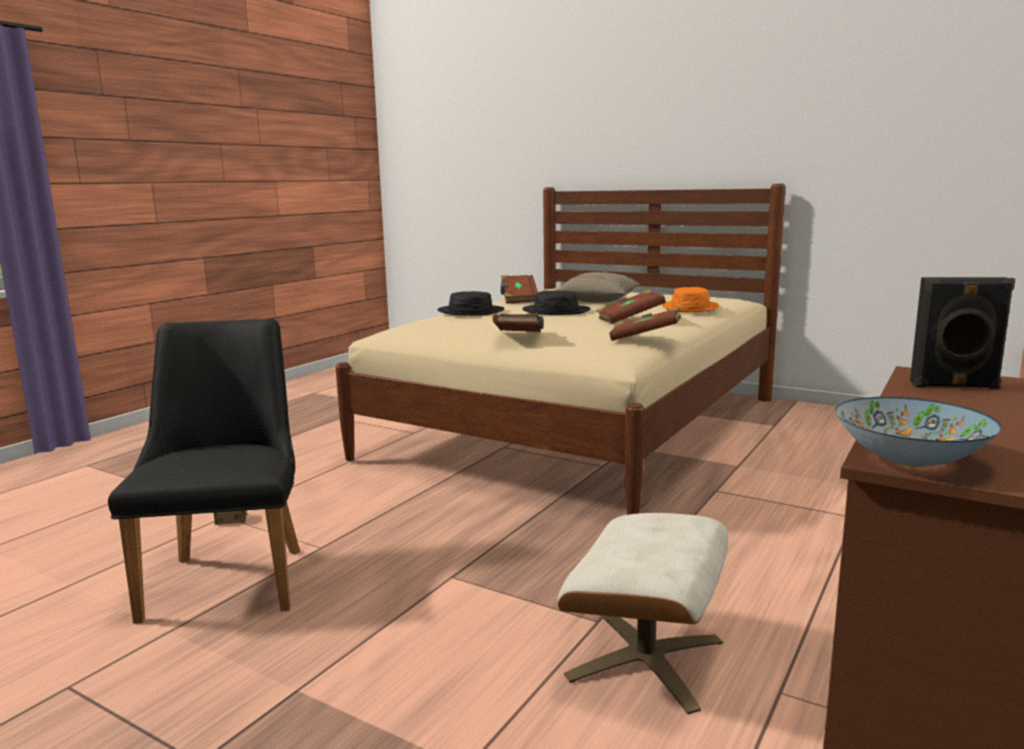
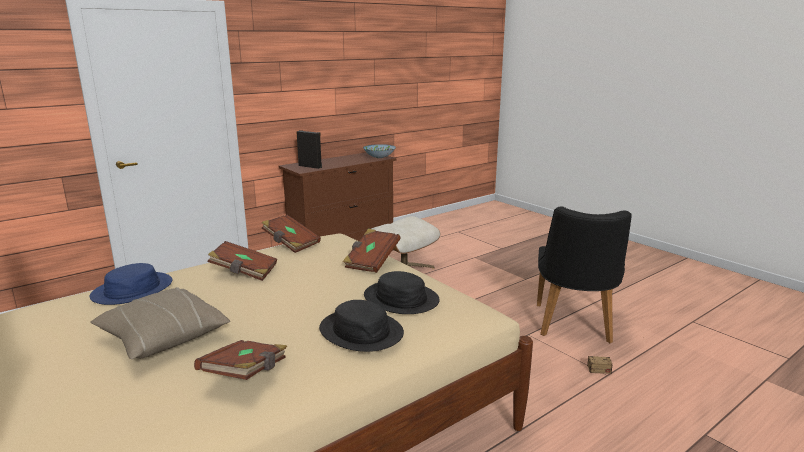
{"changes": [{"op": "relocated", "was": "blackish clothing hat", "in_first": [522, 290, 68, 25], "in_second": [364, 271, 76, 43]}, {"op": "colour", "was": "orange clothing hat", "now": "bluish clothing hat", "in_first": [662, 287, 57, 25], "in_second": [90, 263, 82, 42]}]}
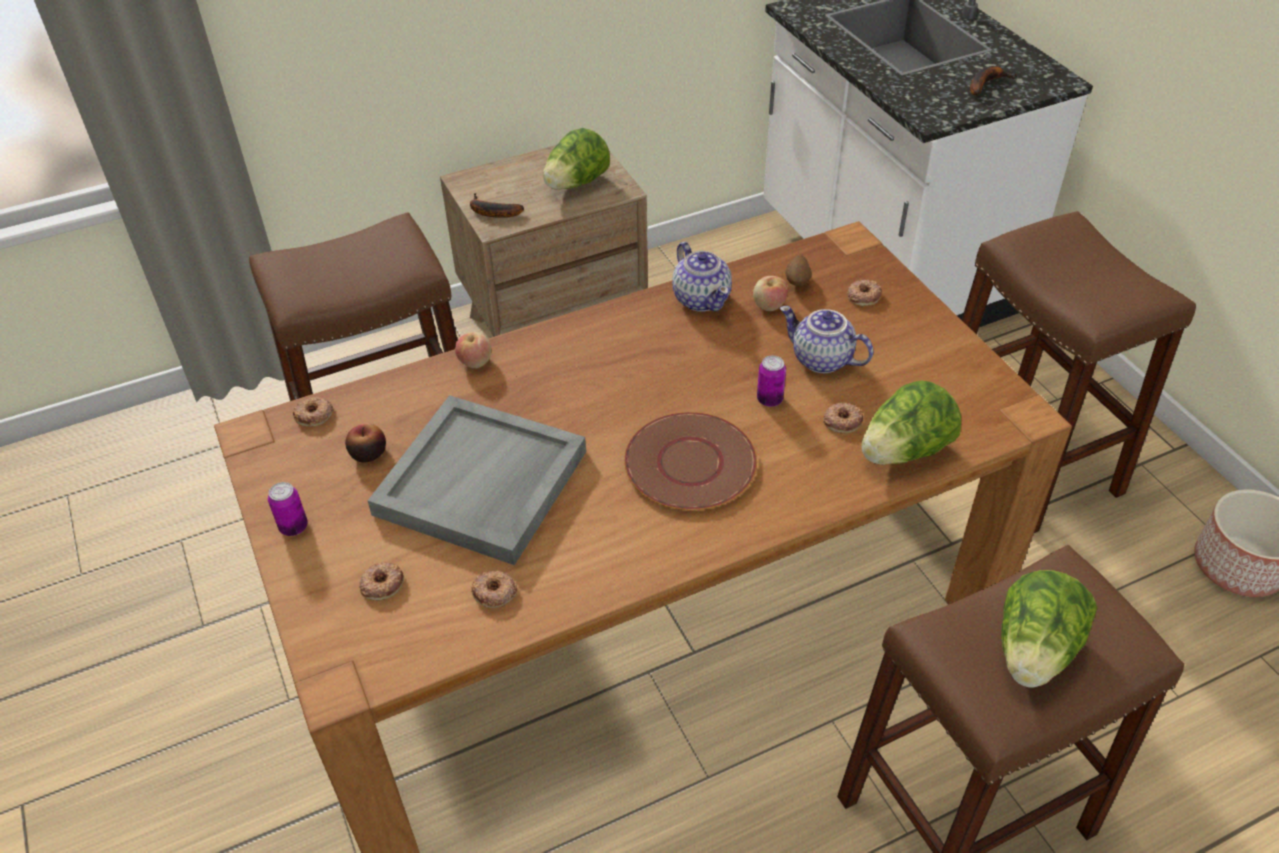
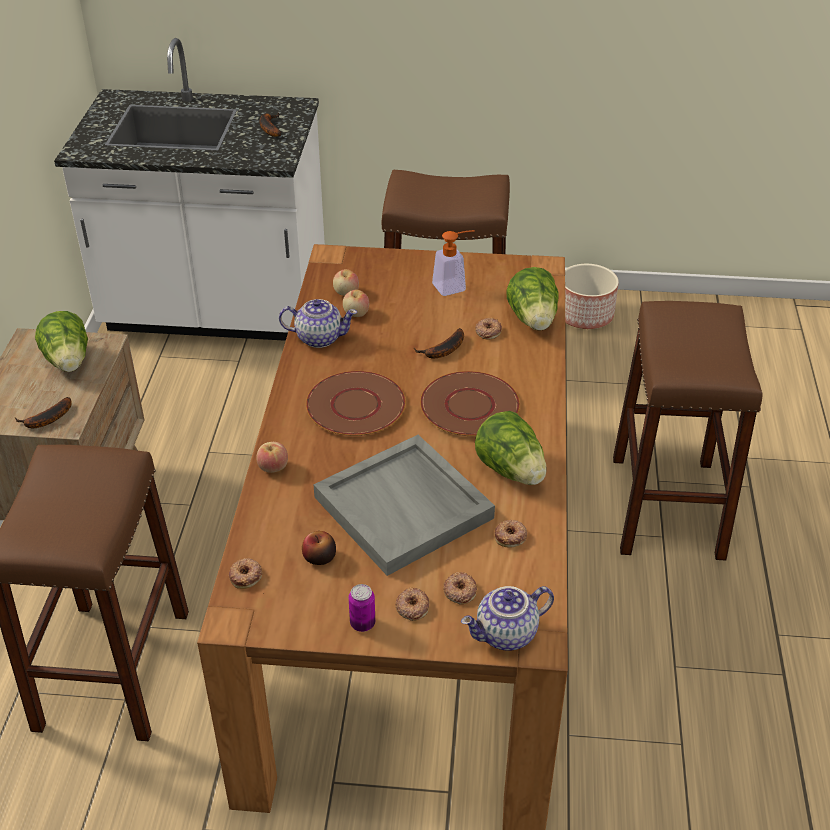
{"changes": [{"op": "appeared", "now": "brown-coloured flat dish", "in_second": [306, 371, 100, 65]}, {"op": "appeared", "now": "soap bottle", "in_second": [432, 230, 43, 66]}, {"op": "relocated", "was": "teapot", "in_first": [780, 306, 93, 67], "in_second": [461, 586, 93, 65]}, {"op": "relocated", "was": "ring doughnut", "in_first": [847, 280, 35, 26], "in_second": [395, 588, 34, 33]}, {"op": "relocated", "was": "lettuce", "in_first": [1001, 570, 96, 118], "in_second": [475, 411, 72, 74]}, {"op": "exchanged", "was": "can", "now": "whole banana", "in_first": [757, 356, 29, 51], "in_second": [414, 328, 50, 31]}, {"op": "exchanged", "was": "spud", "now": "whole apple", "in_first": [785, 255, 27, 31], "in_second": [333, 269, 26, 27]}]}
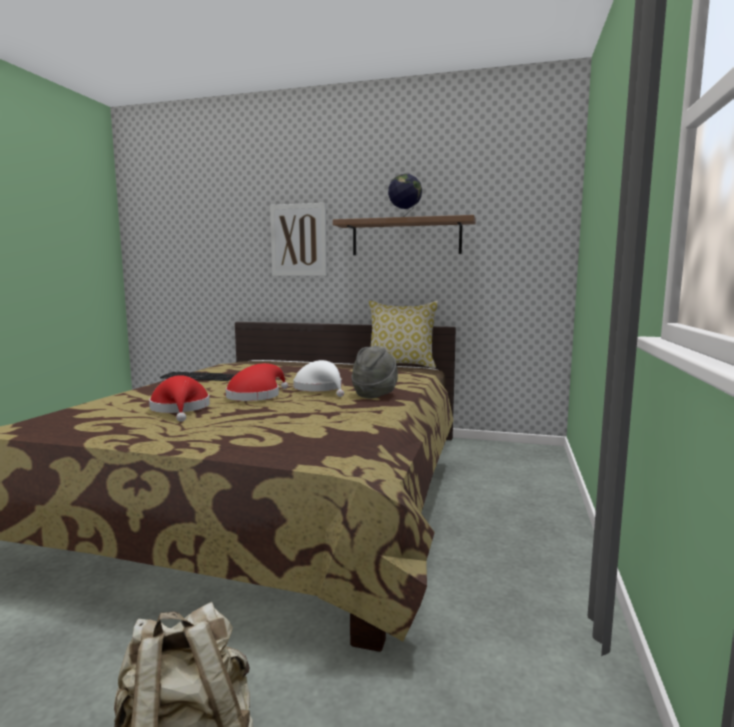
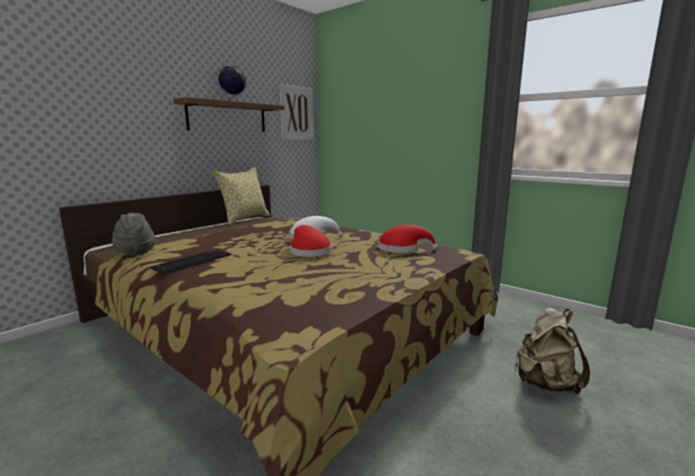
{"changes": [{"op": "relocated", "was": "red-coloured clothing hat", "in_first": [149, 375, 61, 47], "in_second": [378, 225, 60, 28]}, {"op": "relocated", "was": "wall art", "in_first": [270, 203, 57, 73], "in_second": [279, 84, 35, 56]}, {"op": "relocated", "was": "gray clothing hat", "in_first": [351, 346, 47, 52], "in_second": [112, 213, 43, 42]}]}
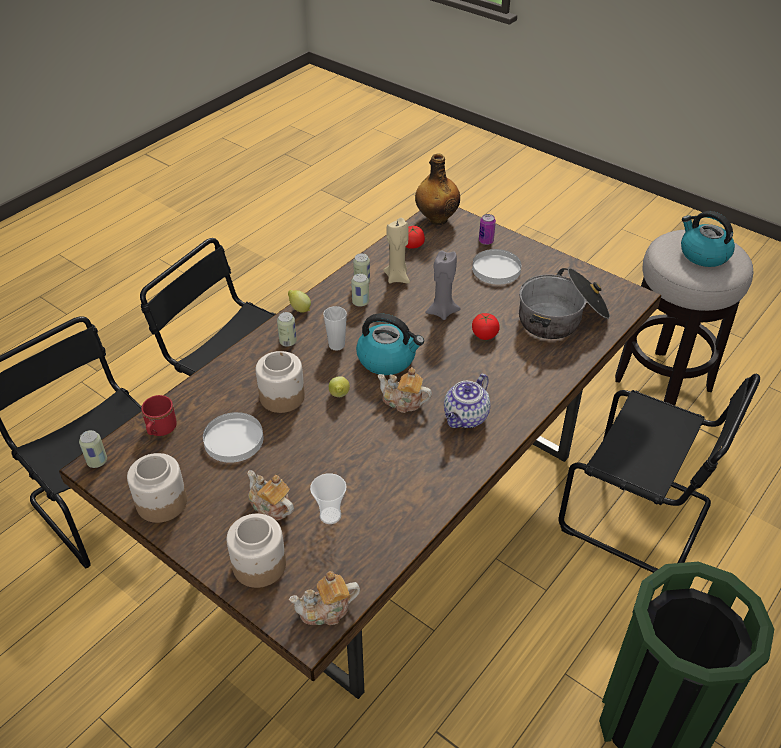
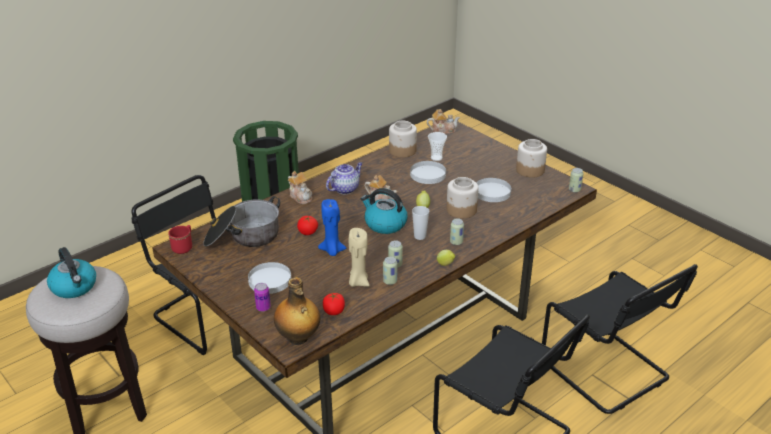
{"changes": [{"op": "appeared", "now": "white flat dish", "in_second": [410, 161, 36, 23]}, {"op": "relocated", "was": "red-coloured mug", "in_first": [141, 395, 36, 41], "in_second": [168, 225, 24, 29]}, {"op": "relocated", "was": "preserve jar", "in_first": [227, 514, 59, 74], "in_second": [389, 121, 28, 37]}, {"op": "relocated", "was": "teapot", "in_first": [247, 470, 47, 51], "in_second": [288, 171, 24, 33]}, {"op": "colour", "was": "gray wax light", "now": "bluish wax light", "in_first": [425, 251, 36, 69], "in_second": [318, 199, 28, 57]}]}
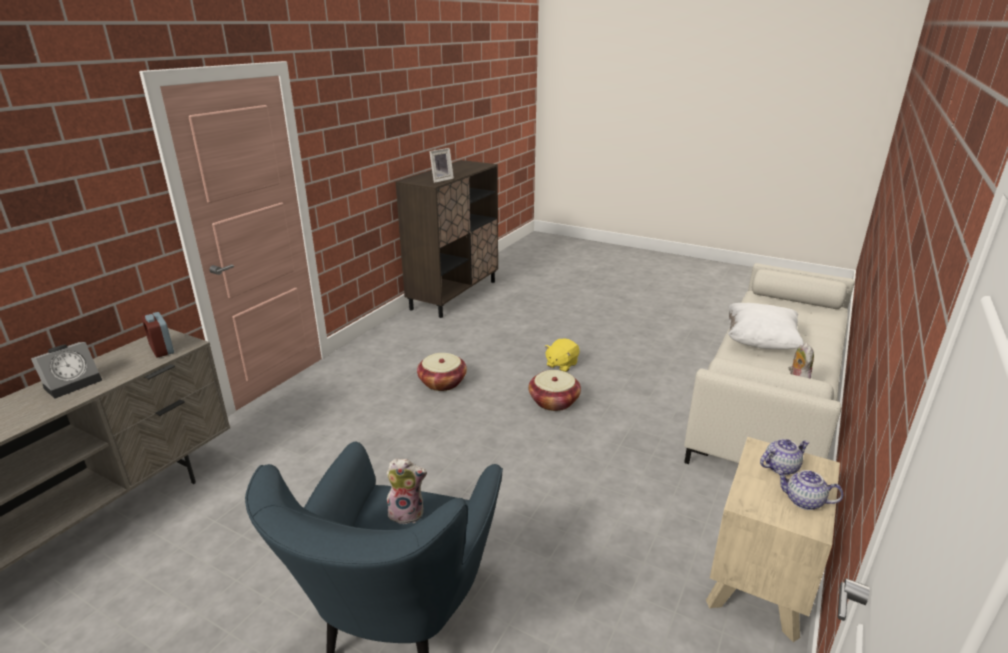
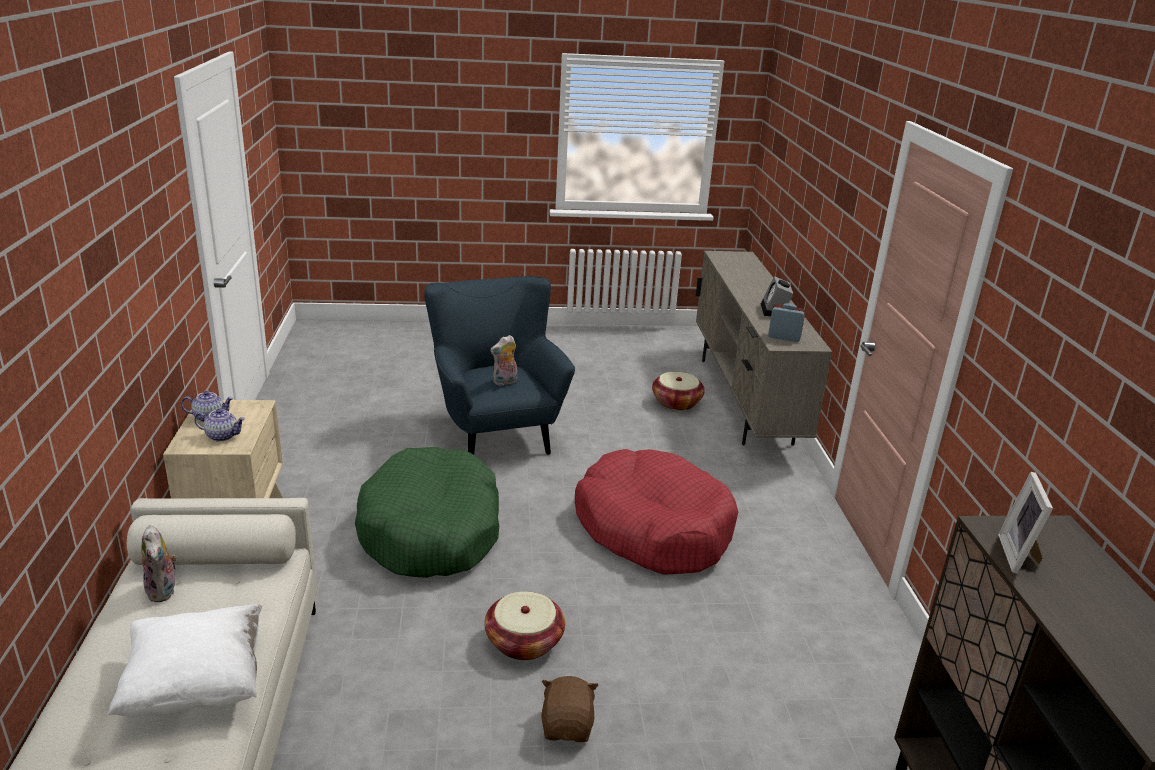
{"changes": [{"op": "appeared", "now": "green dog bed", "in_second": [355, 447, 144, 131]}, {"op": "appeared", "now": "red-coloured dog bed", "in_second": [575, 449, 163, 126]}, {"op": "relocated", "was": "basket", "in_first": [417, 353, 50, 38], "in_second": [652, 372, 53, 39]}, {"op": "colour", "was": "yellow-coloured plush toy", "now": "brown-coloured plush toy", "in_first": [545, 339, 35, 33], "in_second": [541, 676, 57, 66]}, {"op": "spun", "was": "teapot", "in_first": [760, 439, 50, 36], "in_second": [194, 409, 51, 33], "clockwise": -120}]}
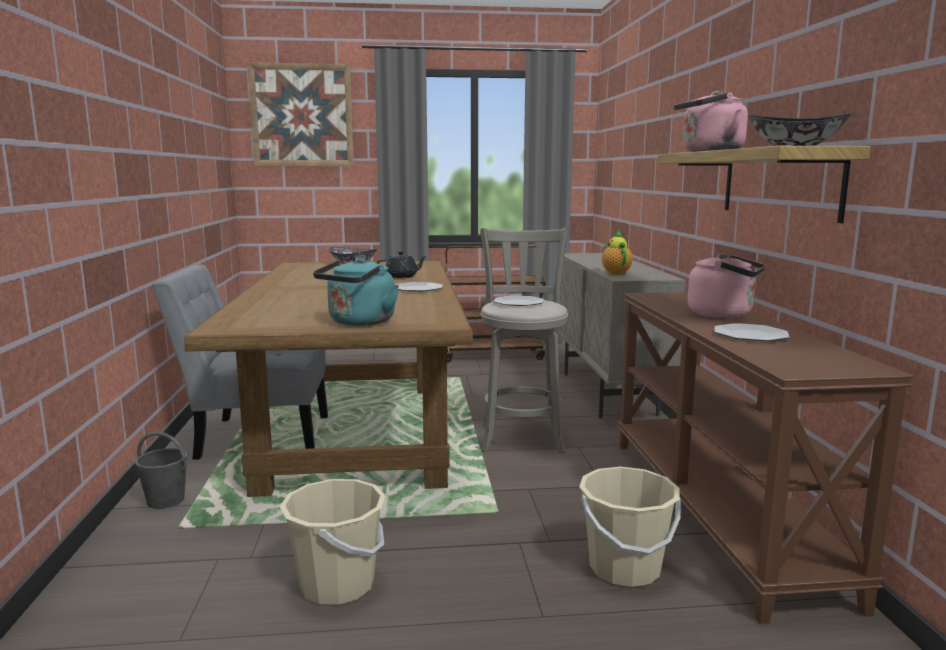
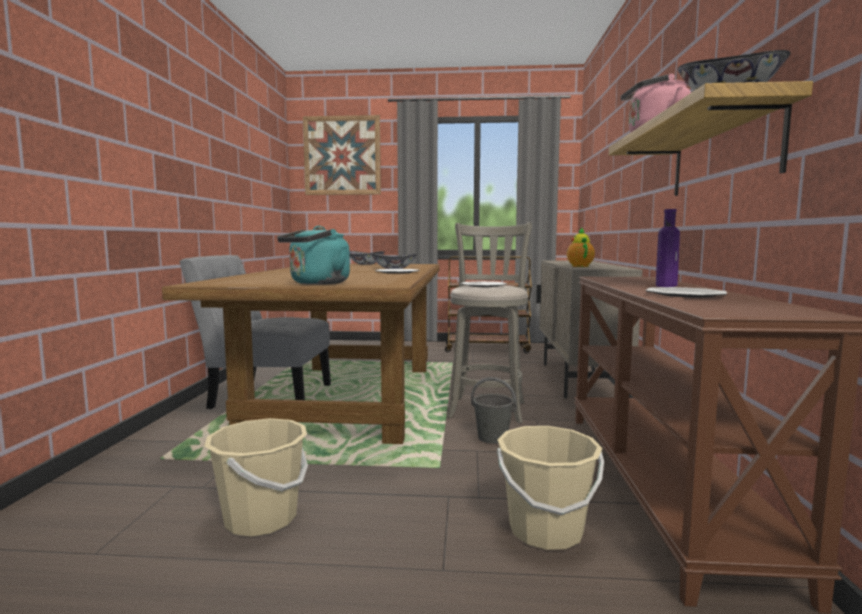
{"changes": [{"op": "relocated", "was": "gray pail", "in_first": [135, 431, 53, 78], "in_second": [471, 377, 46, 67]}, {"op": "exchanged", "was": "blackish teapot", "now": "deep dish", "in_first": [377, 251, 50, 27], "in_second": [370, 253, 48, 16]}, {"op": "exchanged", "was": "pink-coloured water kettle", "now": "purplish drink bottle", "in_first": [688, 254, 78, 64], "in_second": [656, 209, 24, 78]}]}
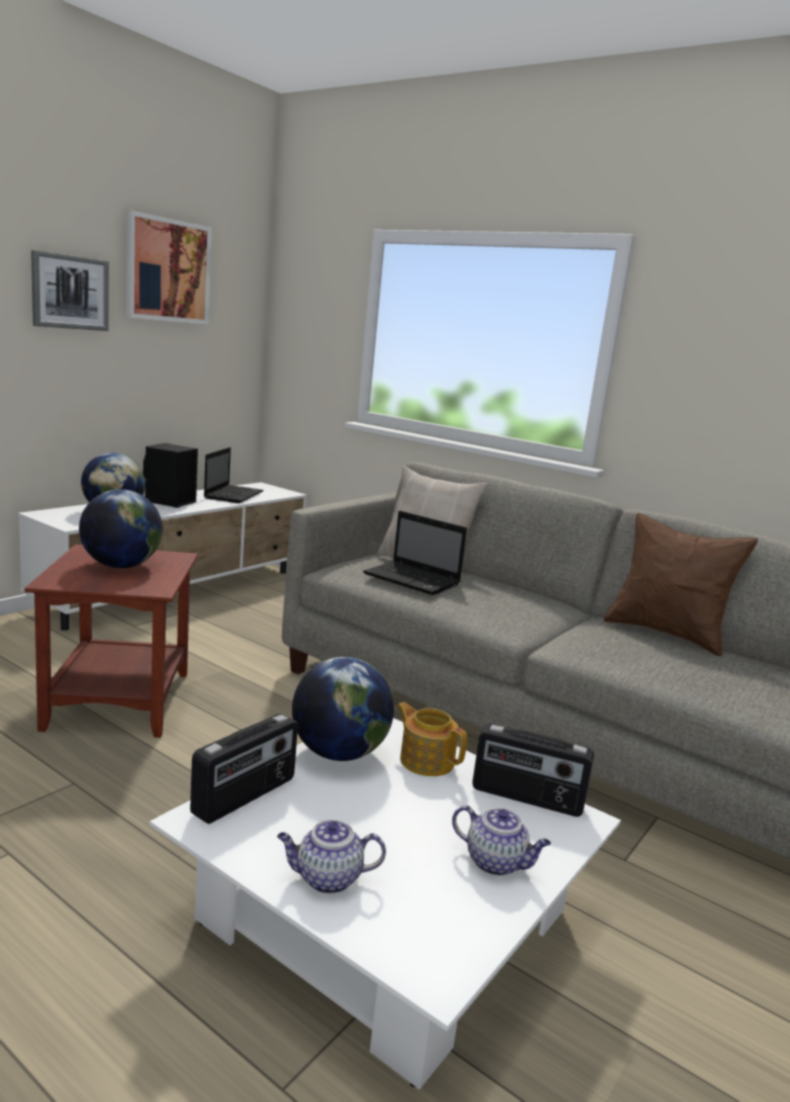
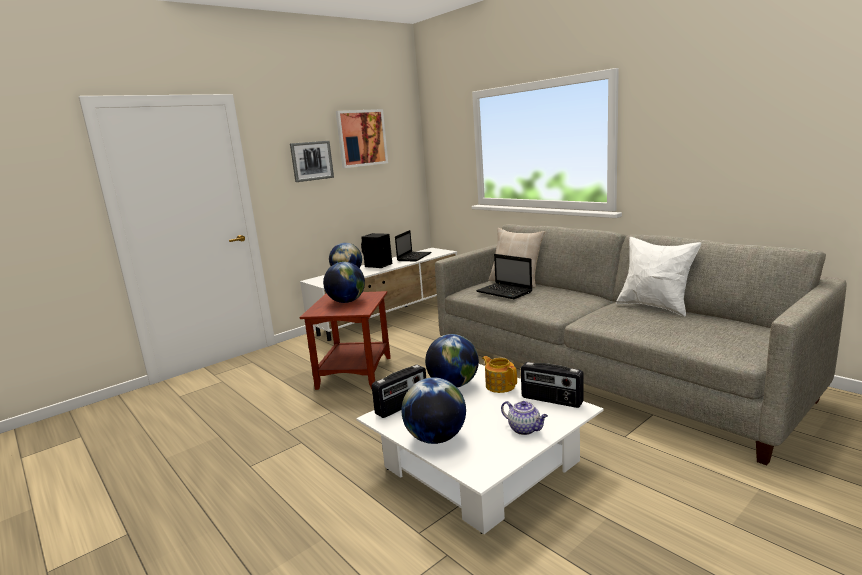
{"changes": [{"op": "exchanged", "was": "teapot", "now": "globe", "in_first": [277, 820, 109, 74], "in_second": [401, 377, 65, 67]}, {"op": "colour", "was": "brown-coloured throw pillow", "now": "white throw pillow", "in_first": [604, 513, 154, 143], "in_second": [616, 237, 85, 79]}]}
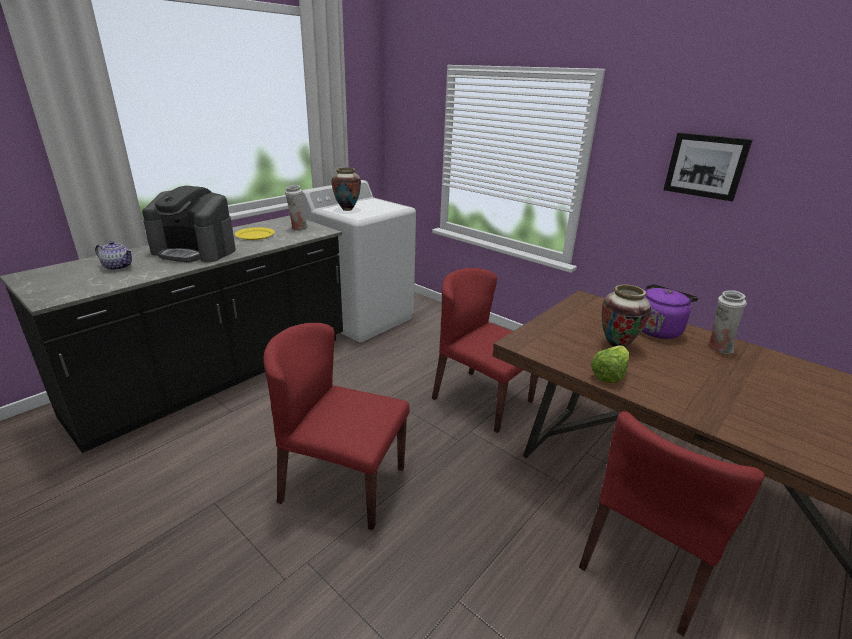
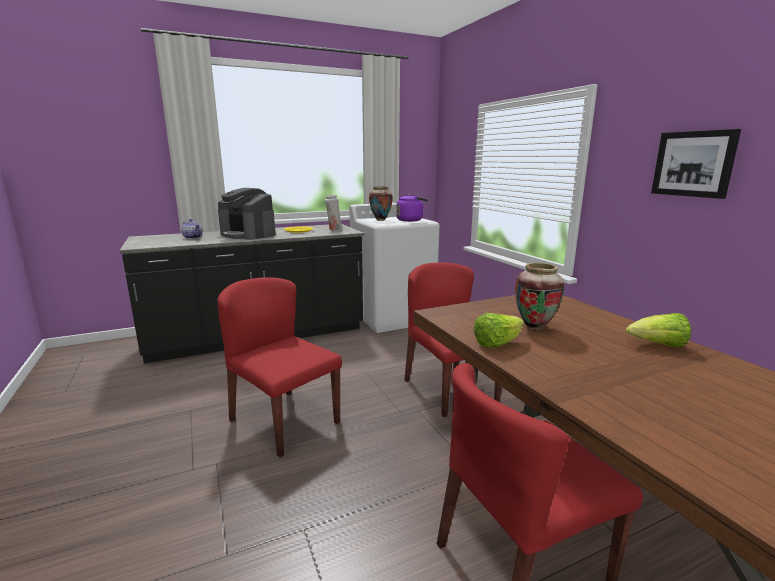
{"changes": [{"op": "relocated", "was": "purplish water kettle", "in_first": [642, 284, 57, 55], "in_second": [396, 194, 32, 28]}, {"op": "exchanged", "was": "white decorative vase", "now": "lettuce", "in_first": [708, 290, 39, 64], "in_second": [626, 313, 65, 34]}]}
